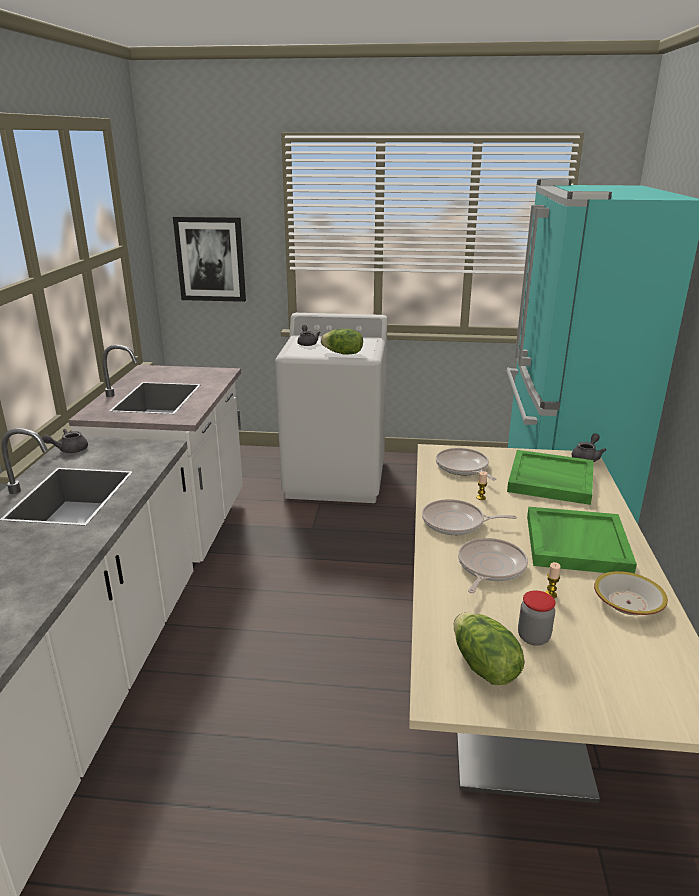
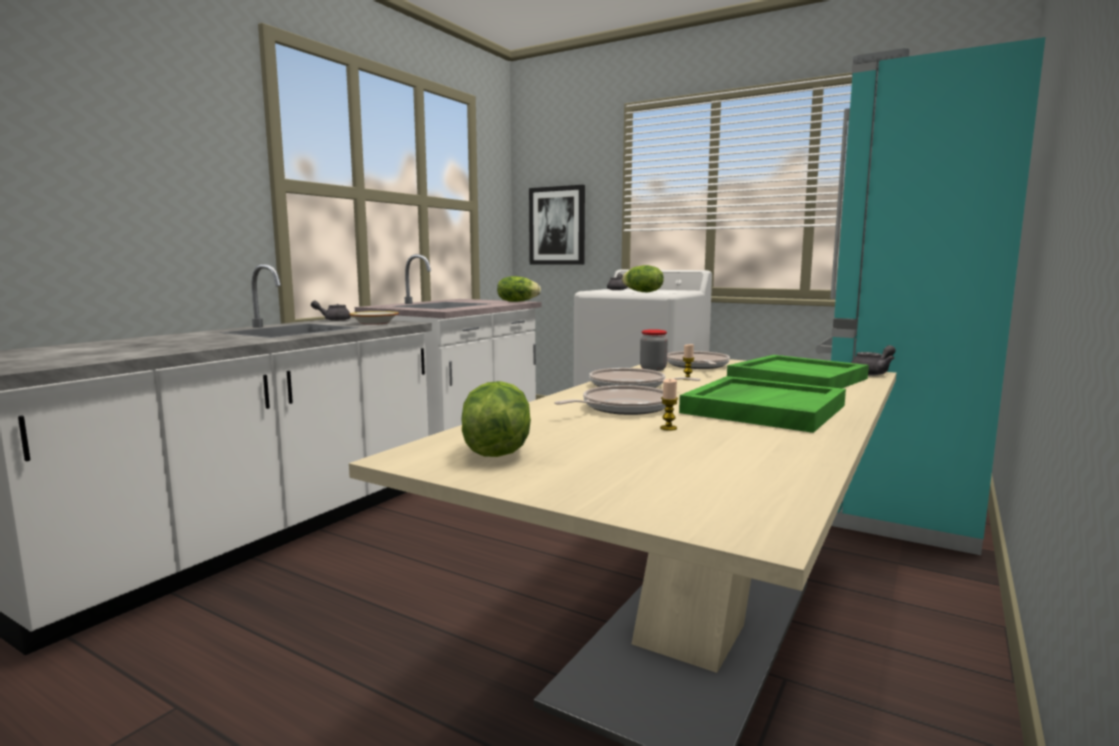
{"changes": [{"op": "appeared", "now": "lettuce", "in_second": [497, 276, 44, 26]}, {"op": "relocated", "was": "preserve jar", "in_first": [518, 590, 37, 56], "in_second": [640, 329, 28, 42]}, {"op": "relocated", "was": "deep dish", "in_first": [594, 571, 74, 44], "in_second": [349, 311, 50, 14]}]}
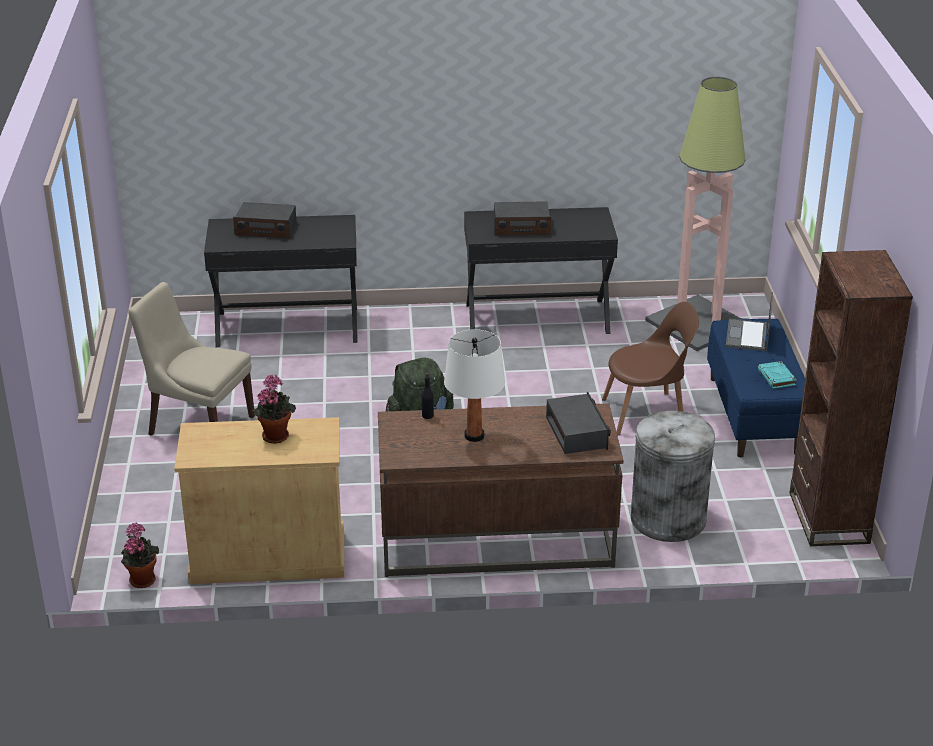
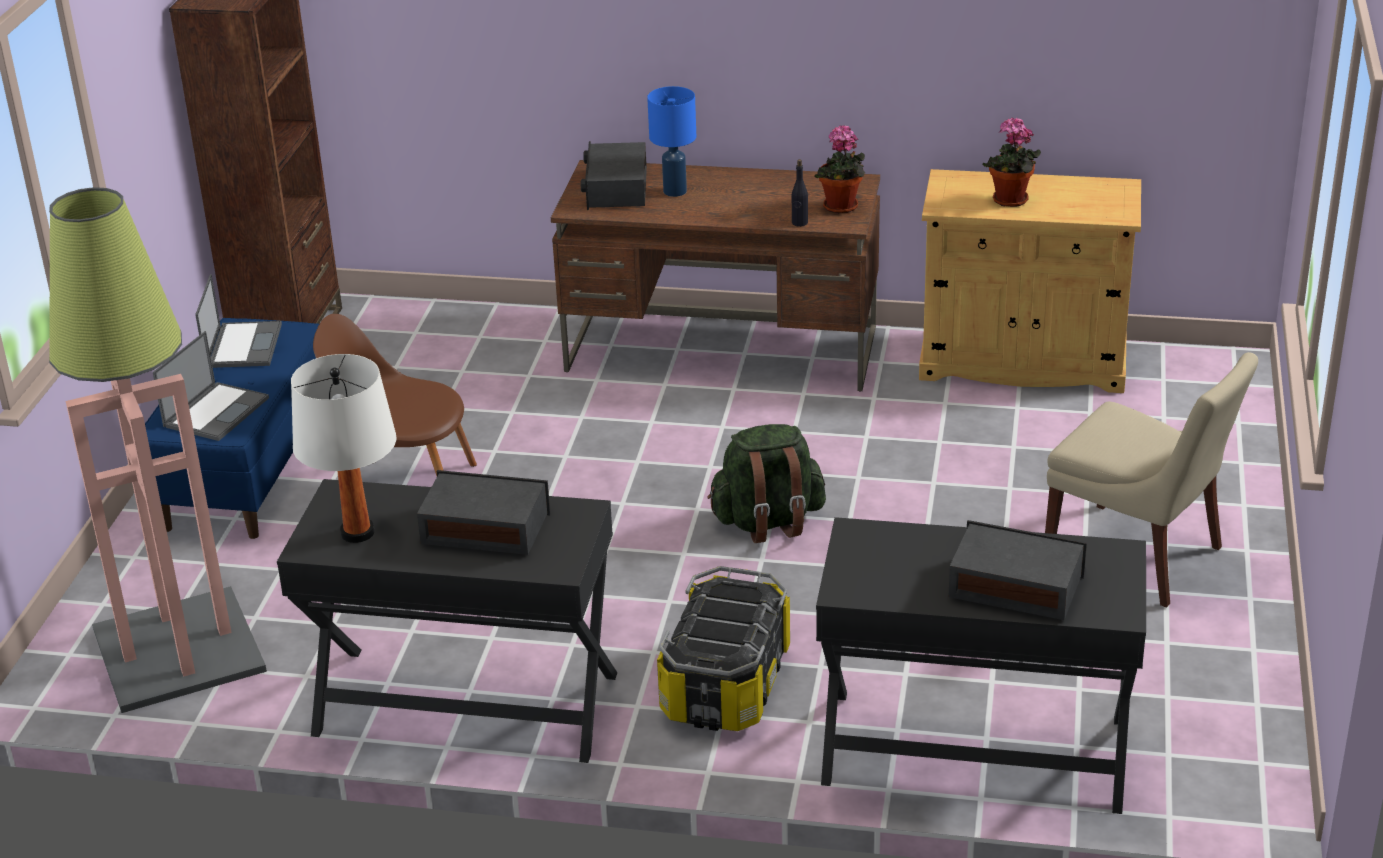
{"changes": [{"op": "missing", "was": "gray trash can", "in_first": [631, 411, 84, 131]}, {"op": "appeared", "now": "bluish tabletop lamp", "in_second": [647, 86, 49, 111]}, {"op": "appeared", "now": "storage bin", "in_second": [657, 566, 133, 165]}, {"op": "relocated", "was": "plant in a pot", "in_first": [121, 522, 38, 66], "in_second": [814, 125, 51, 89]}, {"op": "relocated", "was": "white tabletop lamp", "in_first": [444, 329, 61, 113], "in_second": [291, 354, 106, 189]}, {"op": "exchanged", "was": "turquoise volume", "now": "portable computer", "in_first": [757, 361, 39, 28], "in_second": [195, 274, 87, 94]}]}
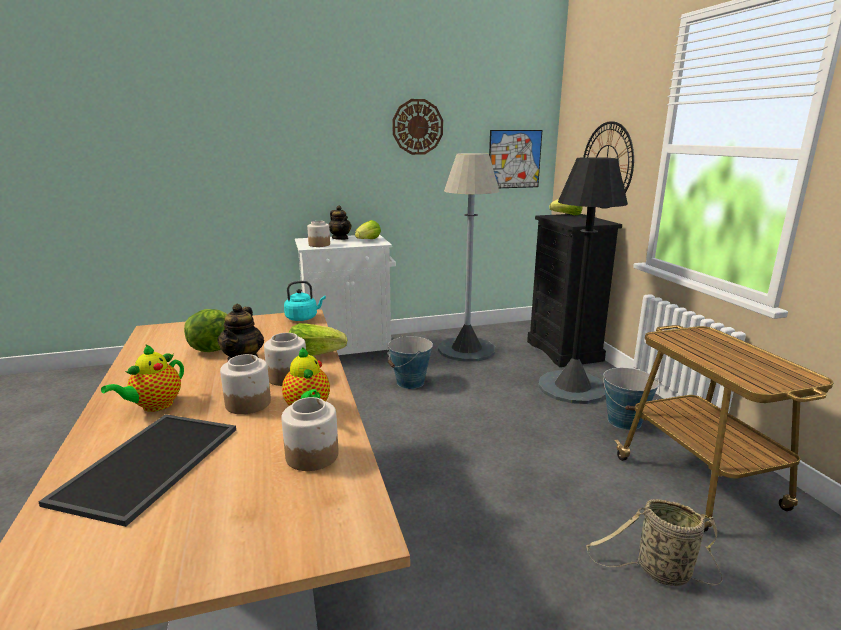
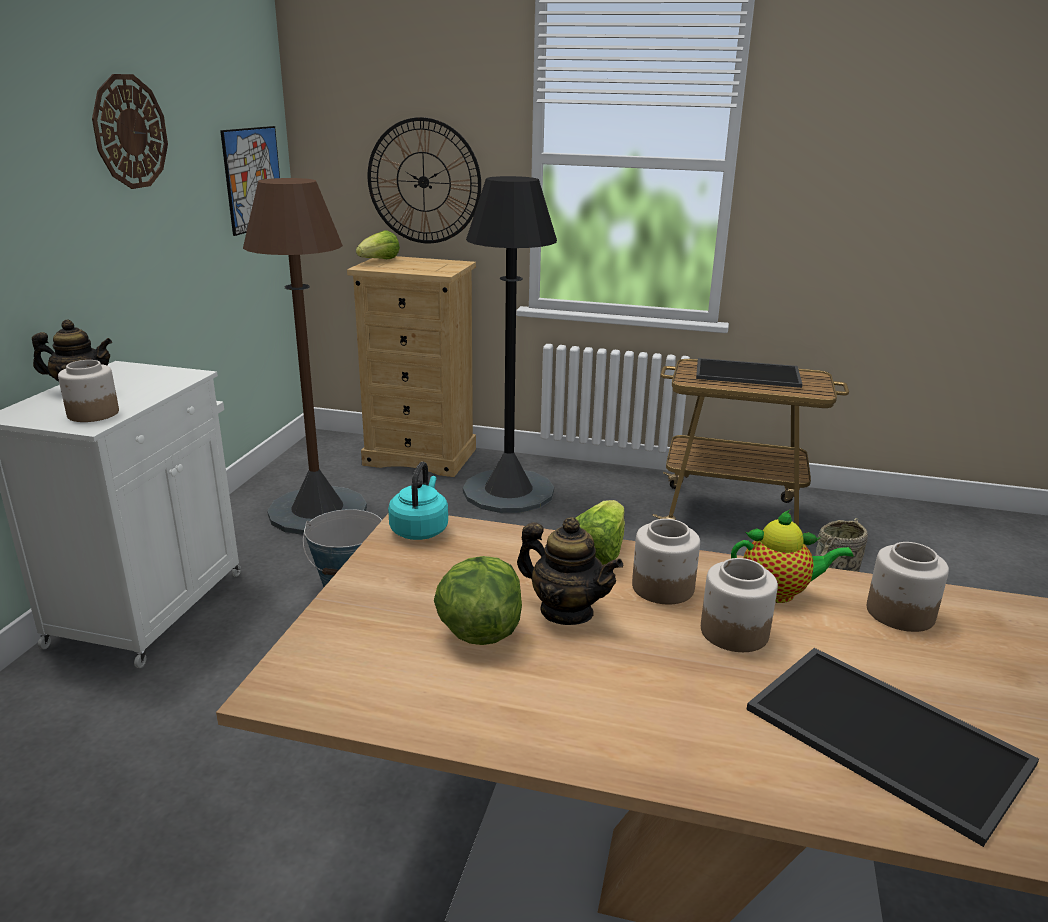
{"changes": [{"op": "missing", "was": "teapot", "in_first": [101, 344, 83, 68]}, {"op": "missing", "was": "lettuce", "in_first": [355, 220, 26, 19]}, {"op": "missing", "was": "pail", "in_first": [603, 368, 57, 62]}, {"op": "appeared", "now": "serving tray", "in_second": [696, 358, 107, 30]}, {"op": "colour", "was": "gray standing lamp", "now": "brown-coloured standing lamp", "in_first": [438, 153, 61, 209], "in_second": [243, 178, 124, 357]}, {"op": "colour", "was": "blackish drawer chest", "now": "sand-coloured drawer chest", "in_first": [527, 214, 95, 153], "in_second": [347, 256, 129, 221]}]}
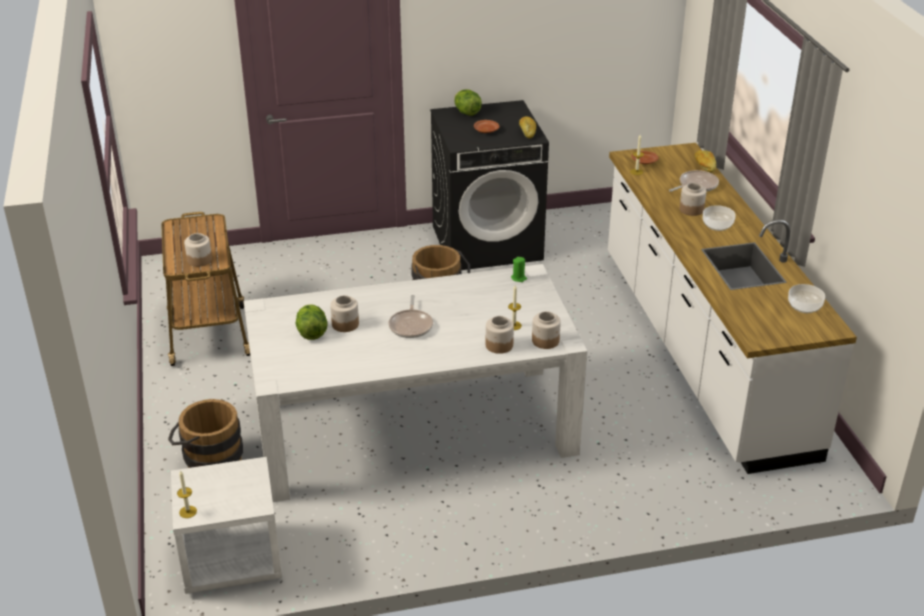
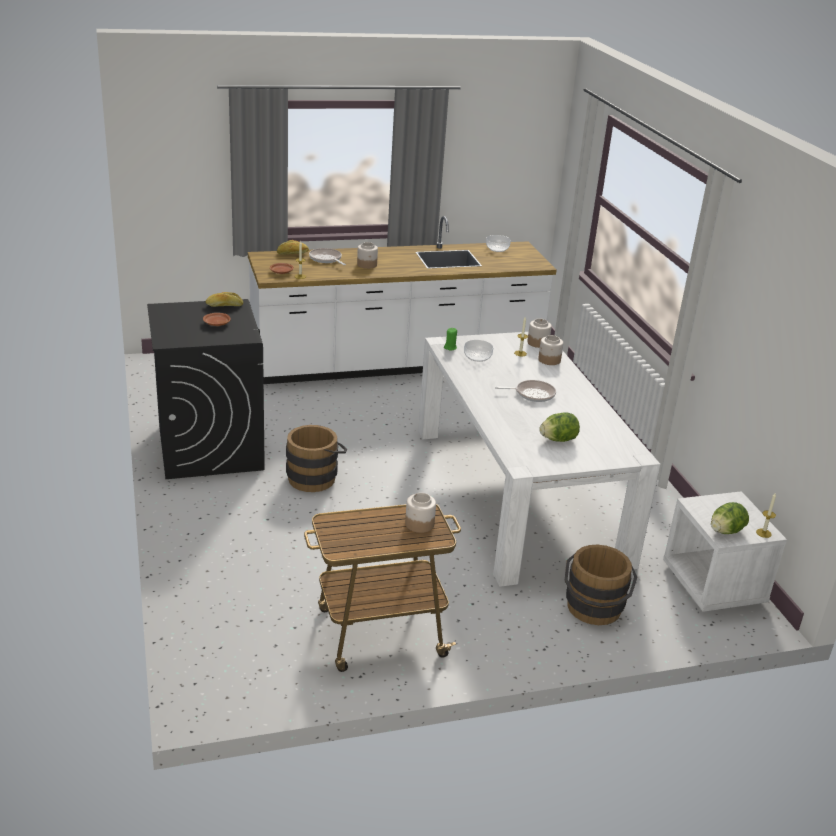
{"changes": [{"op": "missing", "was": "preserve jar", "in_first": [330, 295, 29, 37]}, {"op": "relocated", "was": "lettuce", "in_first": [454, 89, 28, 27], "in_second": [711, 502, 38, 32]}, {"op": "relocated", "was": "deep dish", "in_first": [703, 205, 33, 26], "in_second": [464, 340, 29, 22]}]}
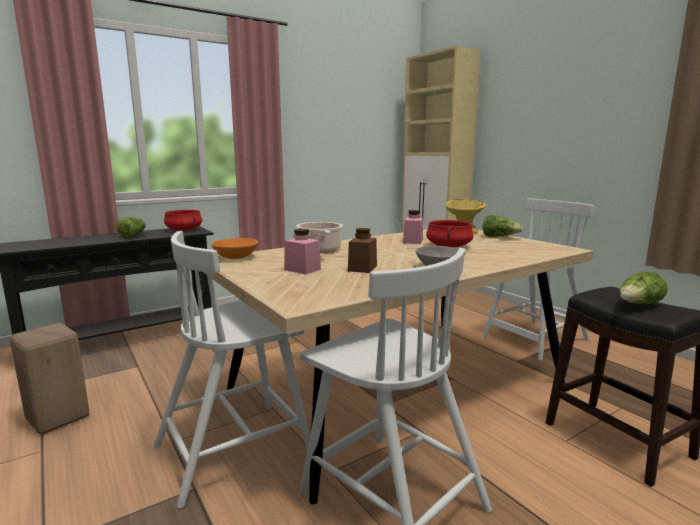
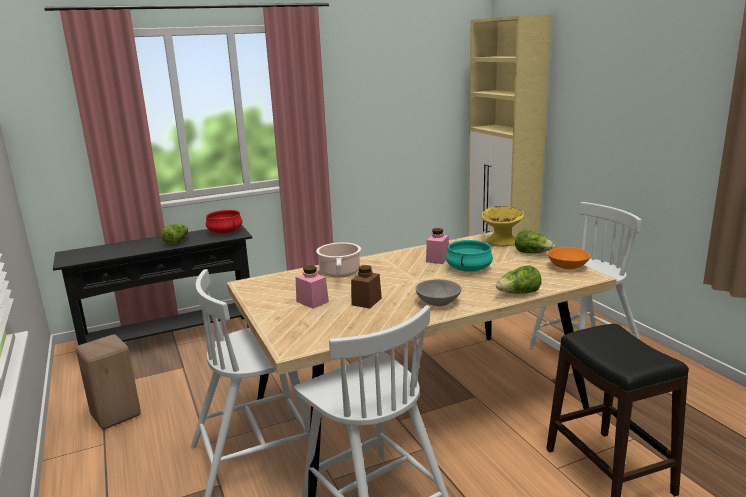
{"changes": [{"op": "relocated", "was": "orange deep dish", "in_first": [211, 238, 47, 21], "in_second": [548, 247, 43, 22]}, {"op": "relocated", "was": "lettuce", "in_first": [619, 271, 49, 33], "in_second": [496, 265, 46, 29]}, {"op": "colour", "was": "red-coloured stockpot", "now": "turquoise stockpot", "in_first": [426, 220, 48, 27], "in_second": [446, 240, 47, 32]}]}
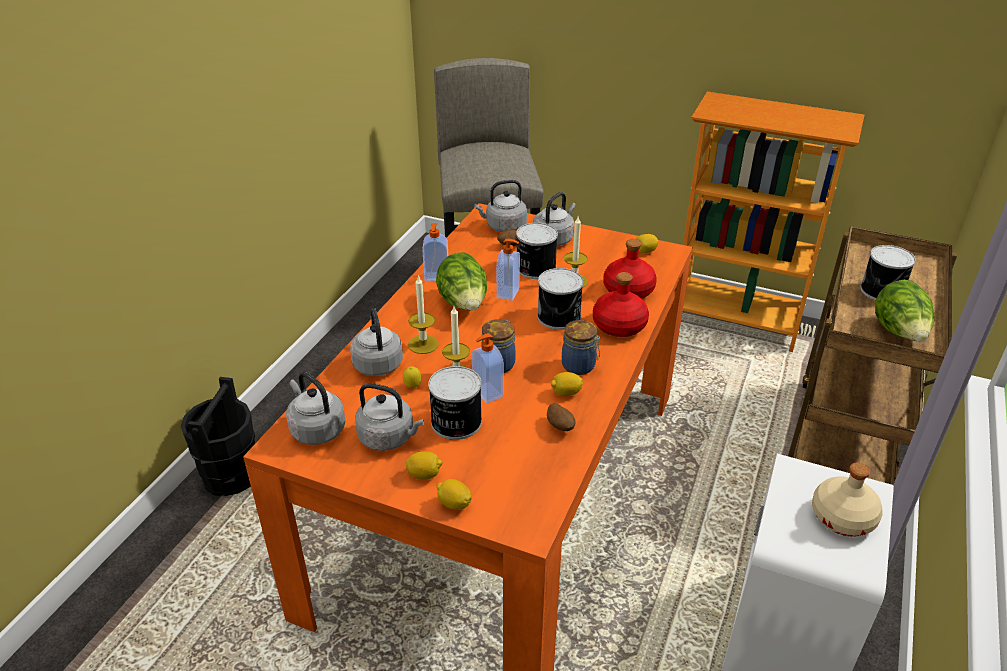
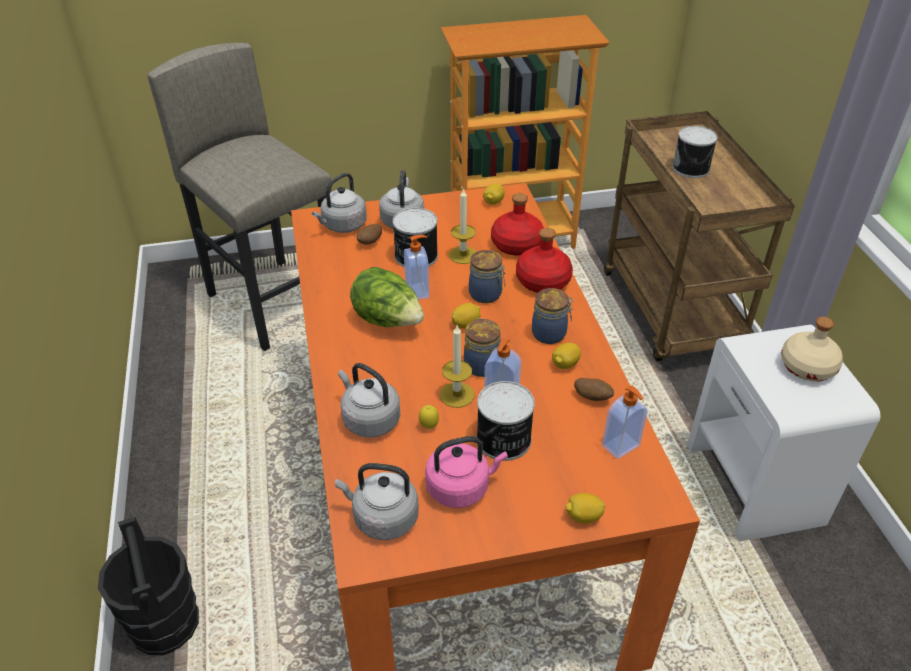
{"changes": [{"op": "missing", "was": "wax light", "in_first": [408, 275, 31, 79]}, {"op": "missing", "was": "lettuce", "in_first": [875, 280, 60, 62]}, {"op": "relocated", "was": "lemon", "in_first": [406, 451, 36, 29], "in_second": [451, 303, 29, 26]}, {"op": "relocated", "was": "soap bottle", "in_first": [422, 223, 26, 58], "in_second": [602, 385, 46, 74]}, {"op": "exchanged", "was": "can", "now": "preserve jar", "in_first": [537, 268, 46, 62], "in_second": [469, 250, 36, 53]}, {"op": "colour", "was": "gray water kettle", "now": "pink-coloured water kettle", "in_first": [355, 383, 69, 68], "in_second": [425, 436, 83, 72]}]}
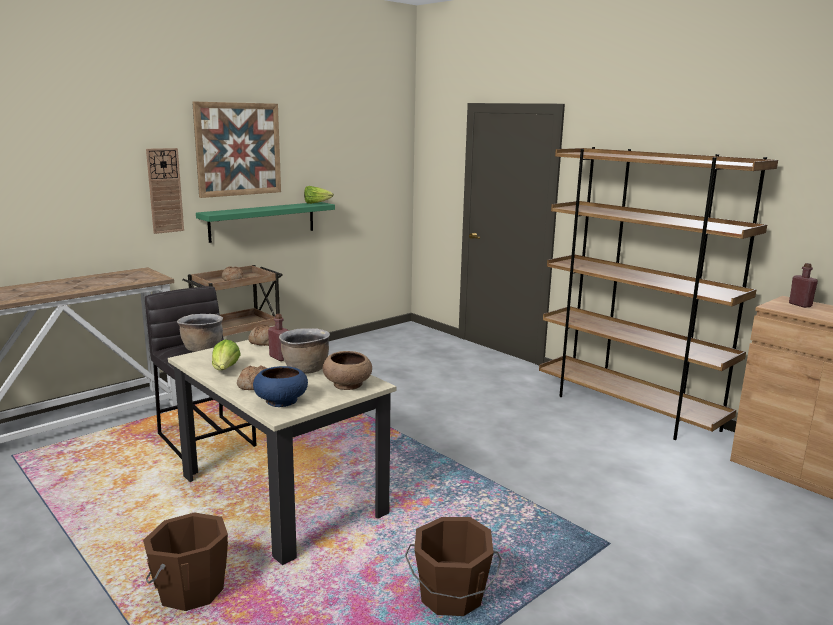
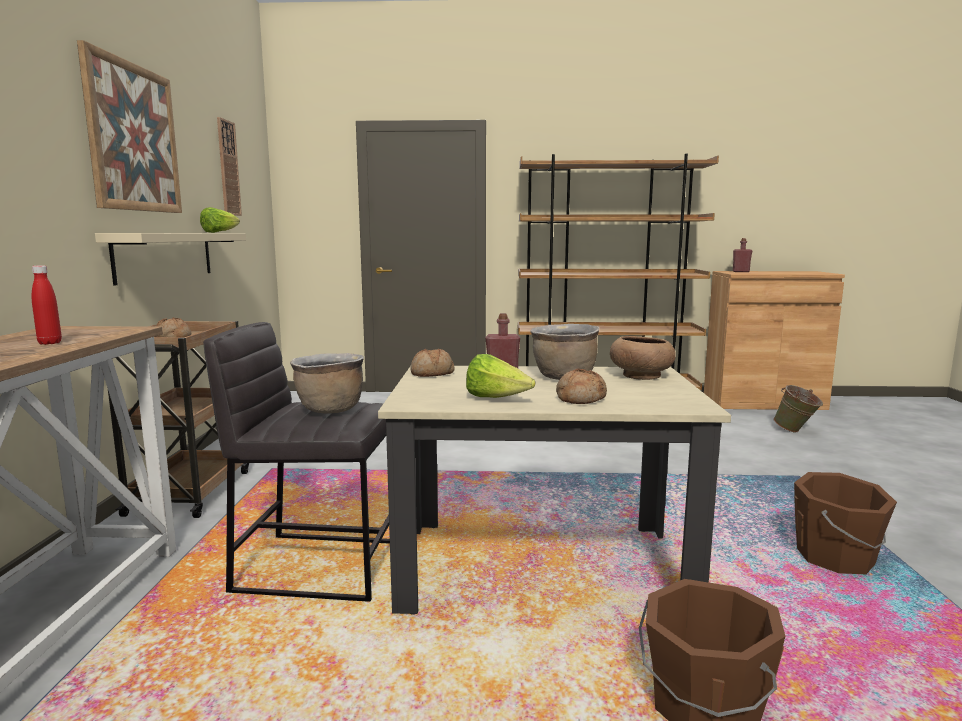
{"changes": [{"op": "missing", "was": "bluish deep dish", "in_first": [253, 366, 55, 41]}, {"op": "appeared", "now": "red-coloured drink bottle", "in_second": [32, 265, 30, 80]}, {"op": "appeared", "now": "green pail", "in_second": [773, 385, 50, 47]}, {"op": "relocated", "was": "clock on the wall", "in_first": [146, 148, 38, 86], "in_second": [217, 117, 25, 99]}, {"op": "colour", "was": "green bracket shelf", "now": "sand-coloured bracket shelf", "in_first": [196, 202, 139, 41], "in_second": [95, 233, 151, 53]}]}
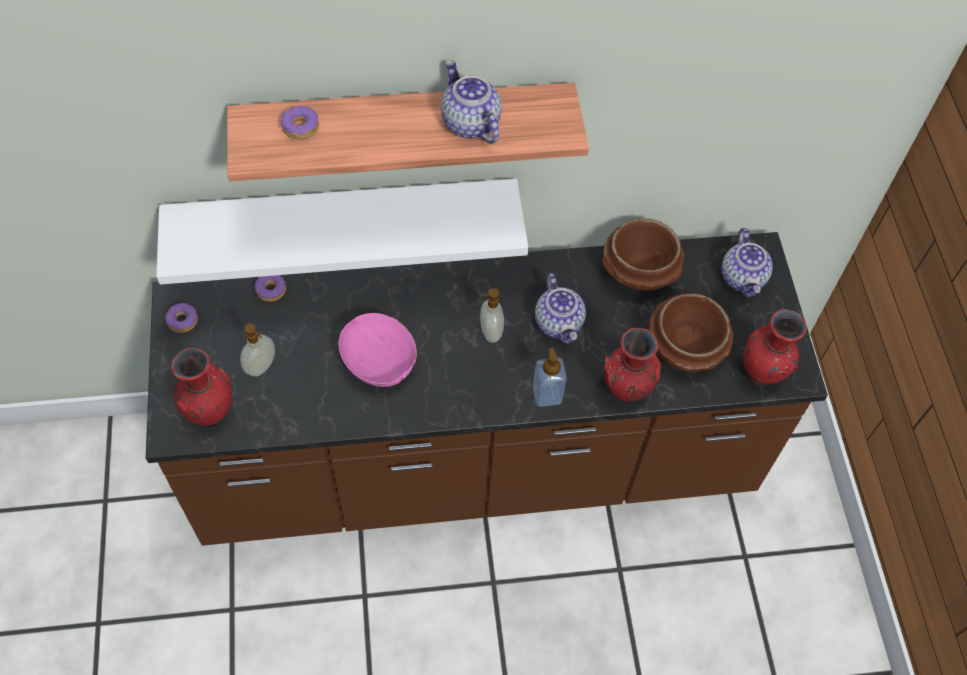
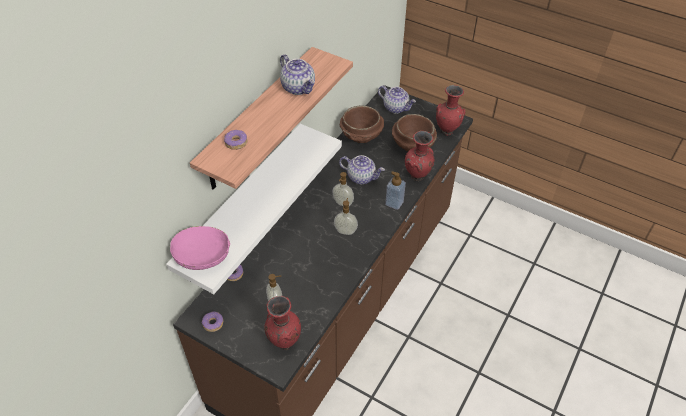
{"changes": [{"op": "appeared", "now": "soap bottle", "in_second": [334, 198, 24, 37]}, {"op": "relocated", "was": "pink-coloured deep dish", "in_first": [338, 313, 79, 74], "in_second": [170, 226, 60, 44]}, {"op": "spun", "was": "teapot", "in_first": [441, 60, 61, 84], "in_second": [280, 54, 35, 41], "clockwise": -135}]}
